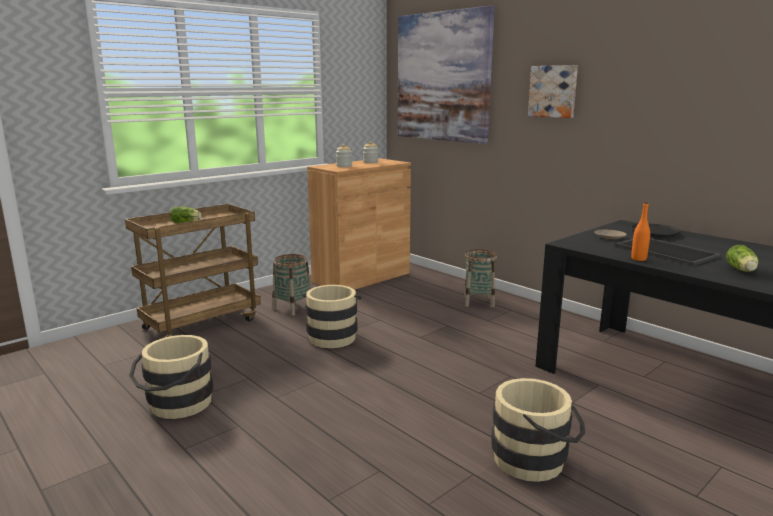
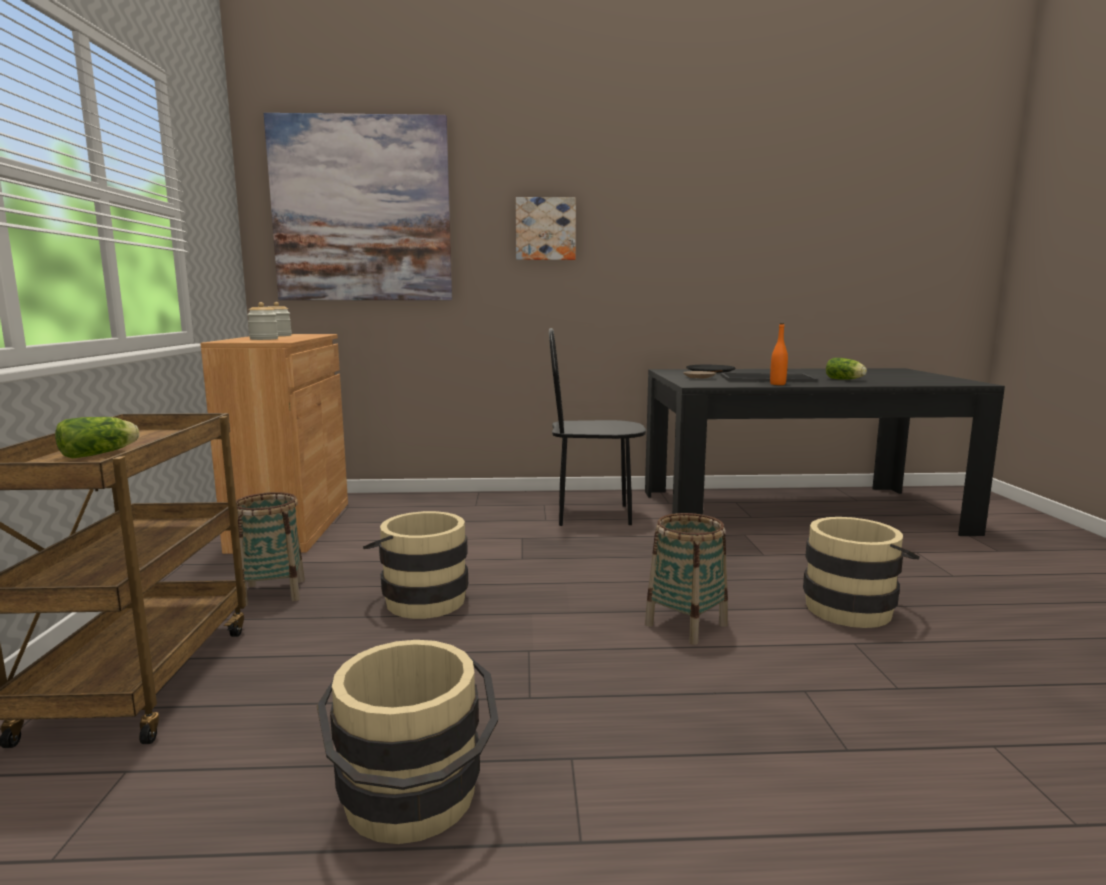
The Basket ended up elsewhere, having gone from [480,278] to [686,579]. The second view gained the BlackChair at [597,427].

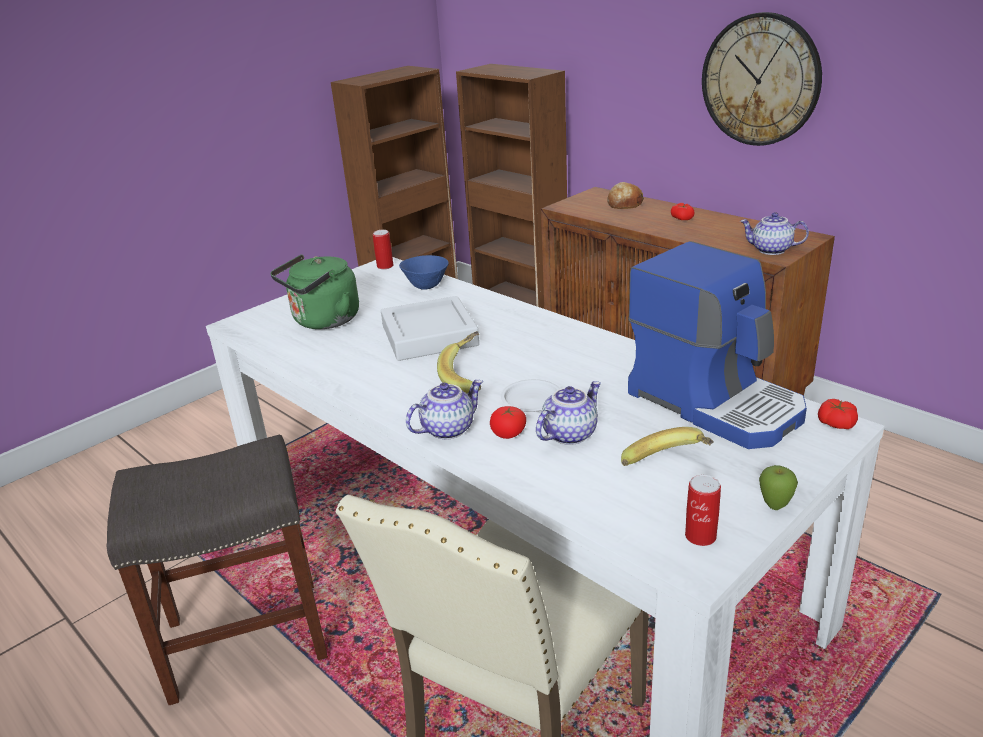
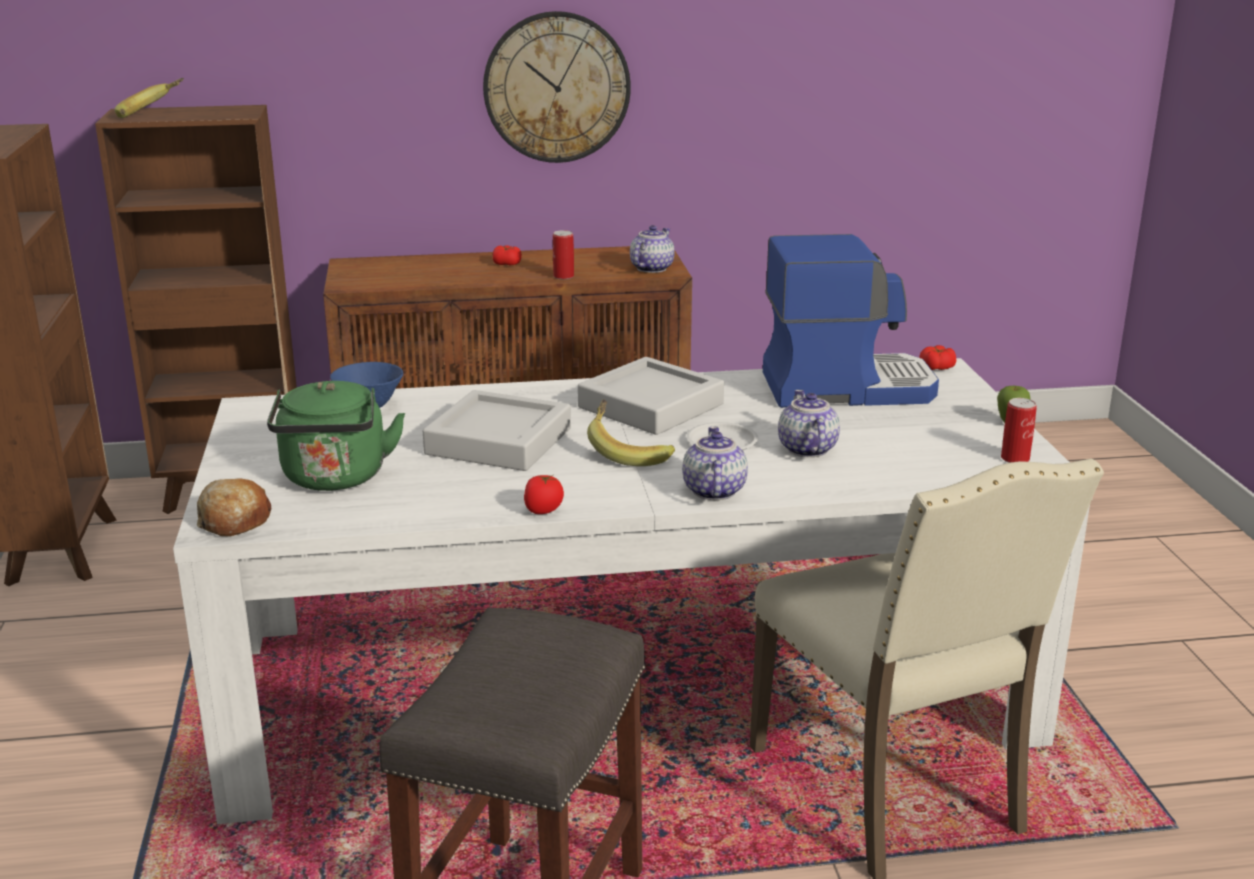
The Can ended up elsewhere, having gone from [383,249] to [563,254]. The Tomato ended up elsewhere, having gone from [508,422] to [544,494]. The Bread ended up elsewhere, having gone from [625,195] to [234,507]. The Banana ended up elsewhere, having gone from [667,446] to [149,98]. The Teapot at [774,233] ended up facing another way, 150 degrees clockwise from before. The second view gained the GreyTray at [651,396].

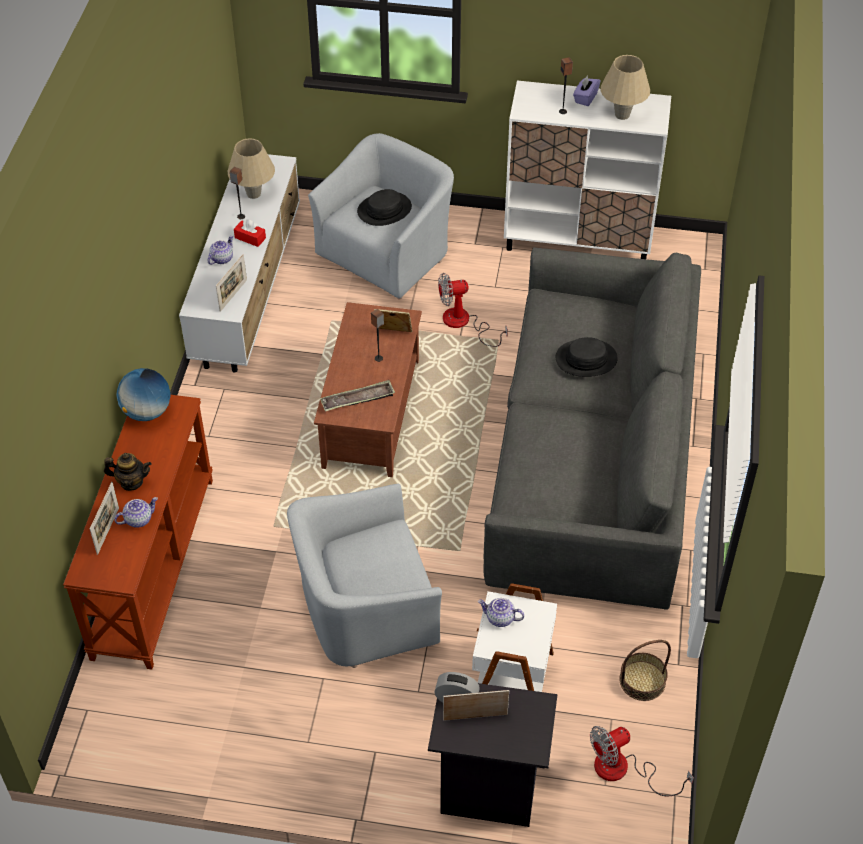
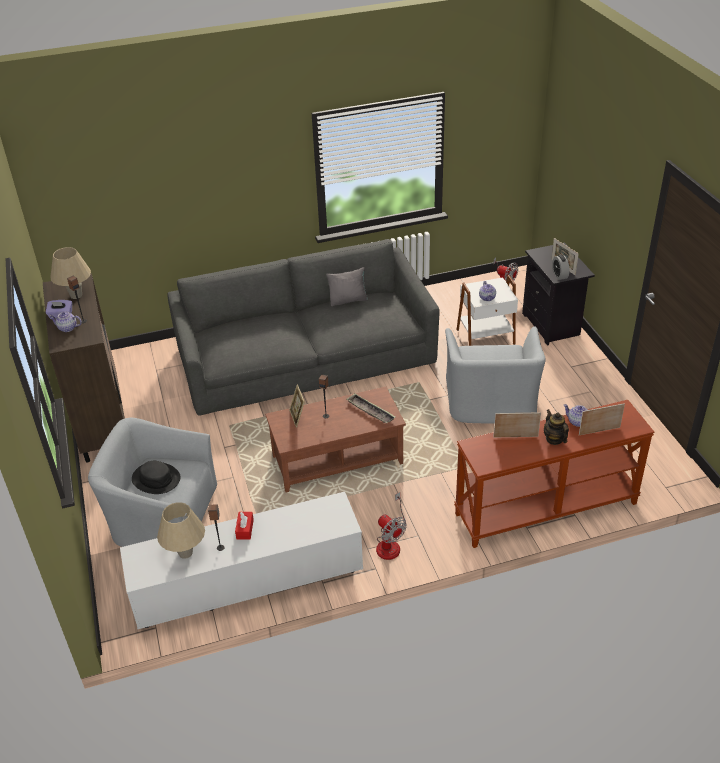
The second view lost the Globe at [143,394]. The Teapot ended up elsewhere, having gone from [220,250] to [65,322]. The PictureFrame ended up elsewhere, having gone from [231,283] to [517,424]. The GreyArmchair at [364,576] ended up facing another way, 45 degrees clockwise from before. The Fan ended up elsewhere, having gone from [473,310] to [391,526]. What was the WhiteCabinet at [587,169] turned into the BrownCabinet at [84,368]. The second view lost the BlackHat at [587,357]. The second view lost the Basket at [645,670]. The second view gained the GreyPillow at [347,286].

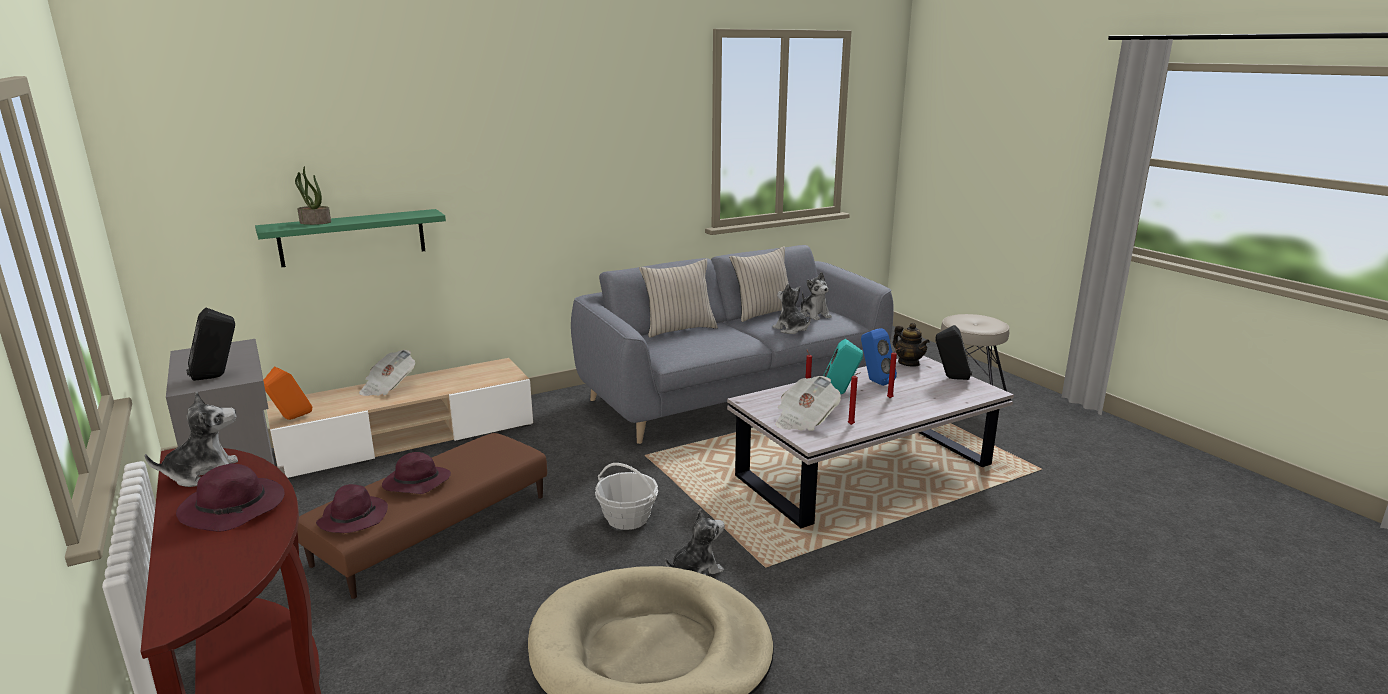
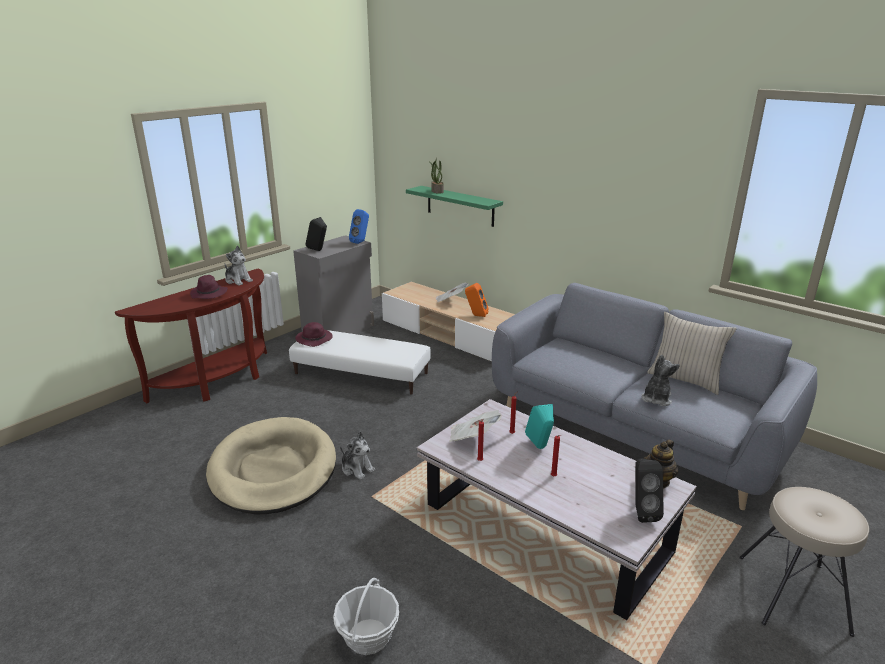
The OrangeSpeaker ended up elsewhere, having gone from [287,393] to [477,300]. What was the BrownOttoman at [422,516] turned into the WhiteOttoman at [360,362]. The second view lost the PurpleHat at [416,473]. The Basket ended up elsewhere, having gone from [626,496] to [366,616]. The second view lost the BeigePillow at [678,298]. The second view lost the PlushToy at [816,296]. The BlueSpeaker ended up elsewhere, having gone from [879,357] to [359,226].

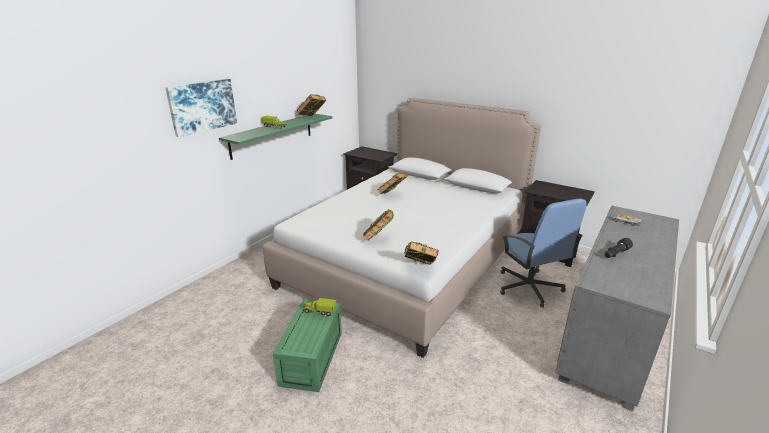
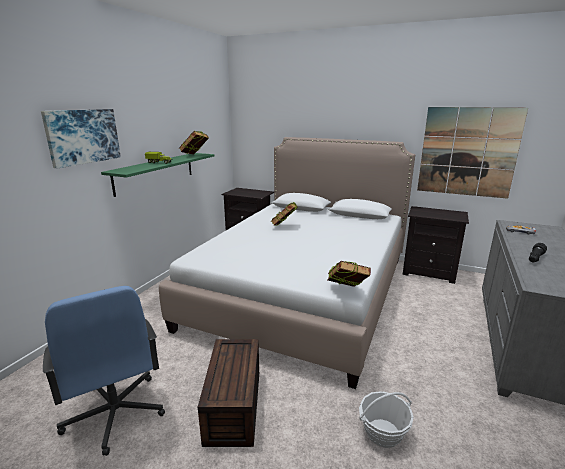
What was the GreenStorageBox at [307,346] turned into the BrownStorageBox at [228,393]. The second view lost the ToyTruck at [320,307]. The second view lost the Book at [378,224]. The BlueOfficeChair ended up elsewhere, having gone from [543,253] to [104,371]. The second view gained the Basket at [386,419]. The second view gained the Picture at [472,153].

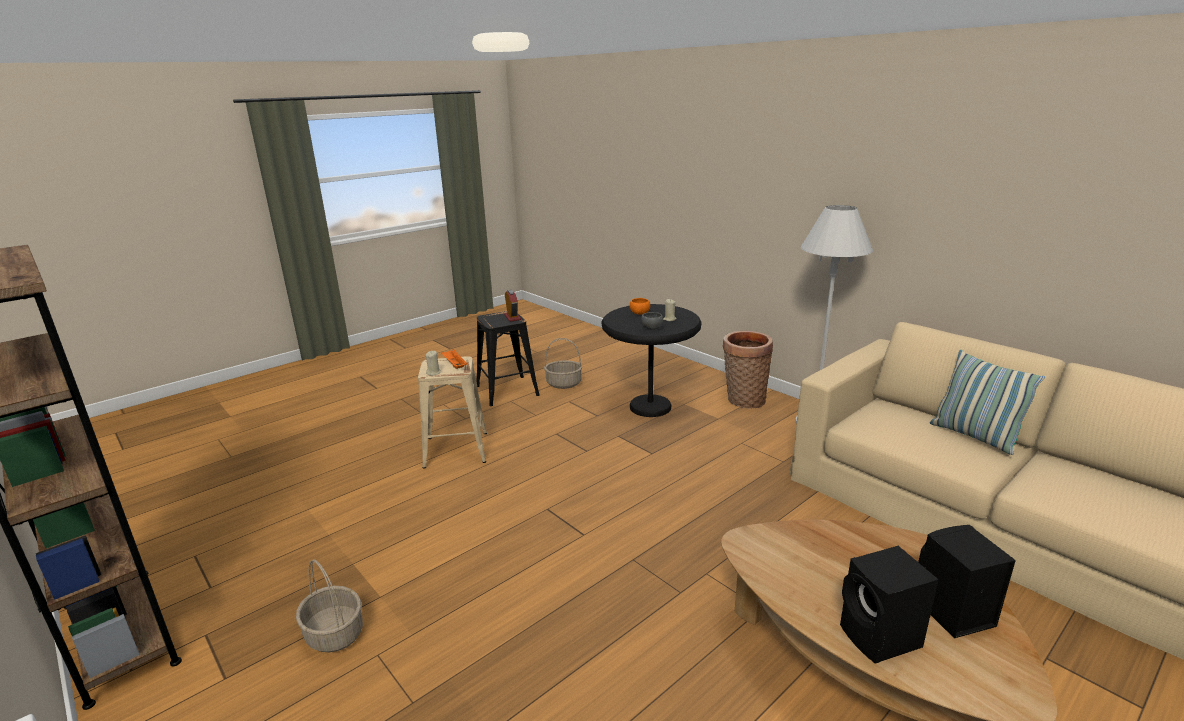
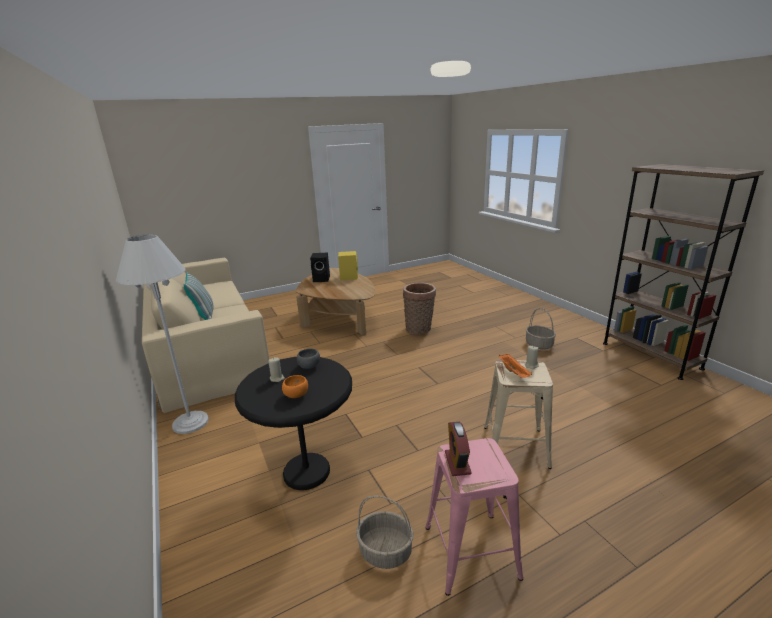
What was the BlackStool at [508,358] turned into the PinkStool at [474,517]. The Basket ended up elsewhere, having gone from [748,370] to [419,309]. What was the BlackSpeaker at [889,605] turned into the YellowSpeaker at [348,265].

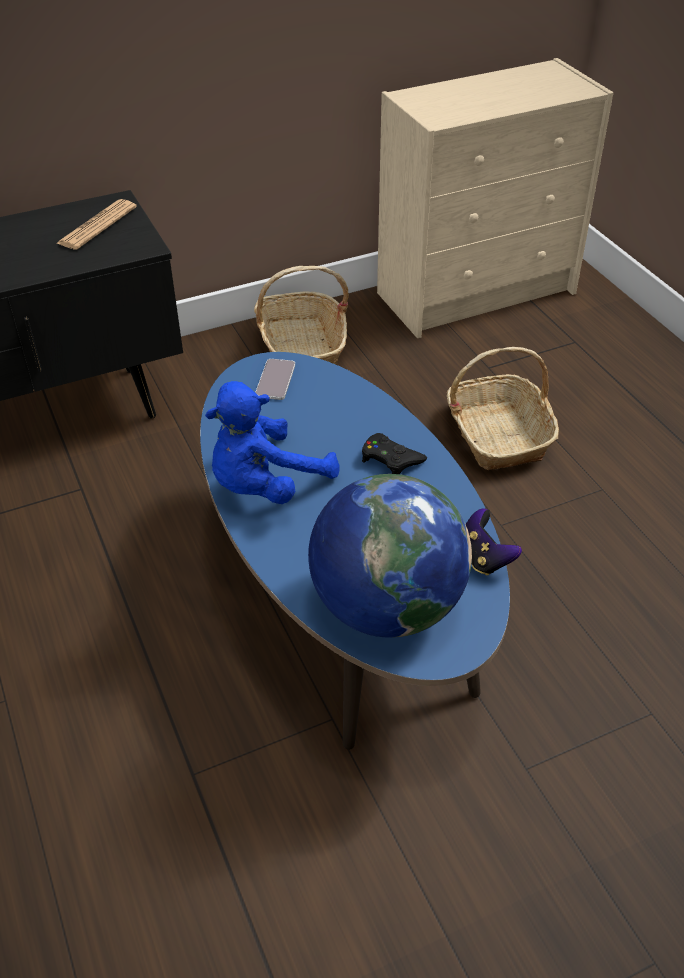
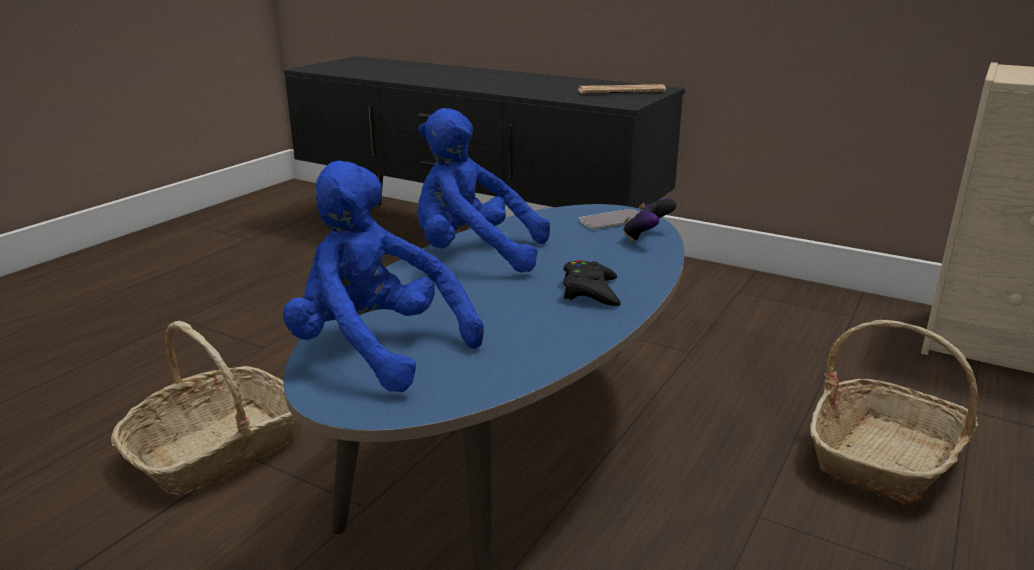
The Basket ended up elsewhere, having gone from [301,315] to [204,408]. Where the Globe stood at [390,556], the BluePlushToy came to stand at [383,276]. The GameController ended up elsewhere, having gone from [494,542] to [649,220].

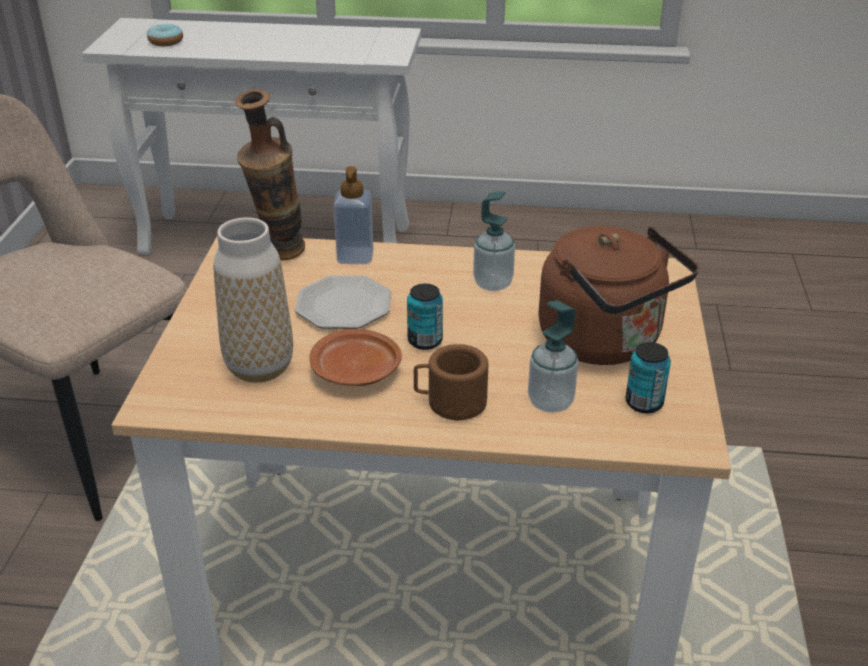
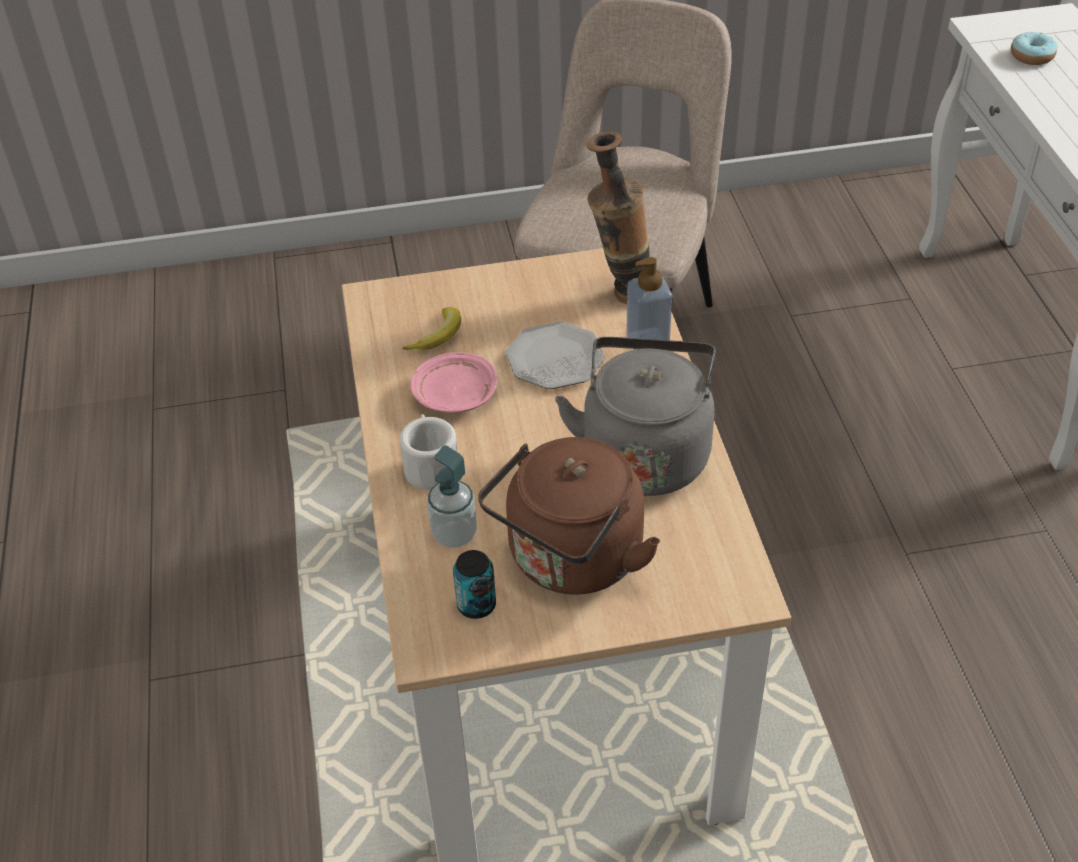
Where the Vase stood at [253,300], the Banana came to stand at [431,328]. What was the BrownPlate at [355,357] turned into the PinkPlate at [453,382]. The second view lost the Can at [425,317]. What was the BrownMug at [451,382] turned into the WhiteMug at [428,452]. Where the SoapDispenser stood at [494,241], the GreyKettle came to stand at [635,416].

